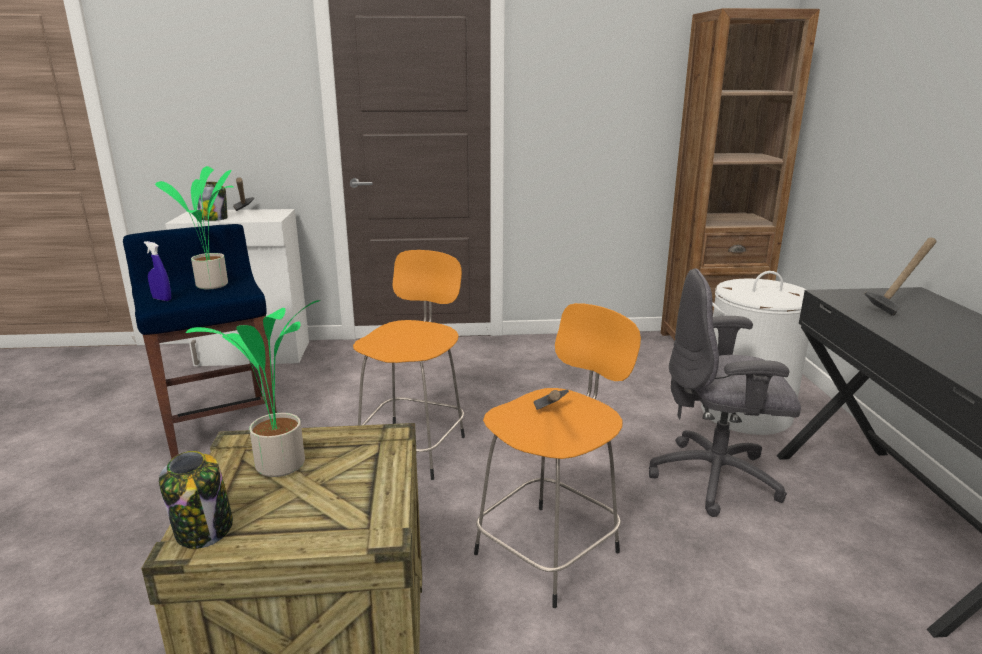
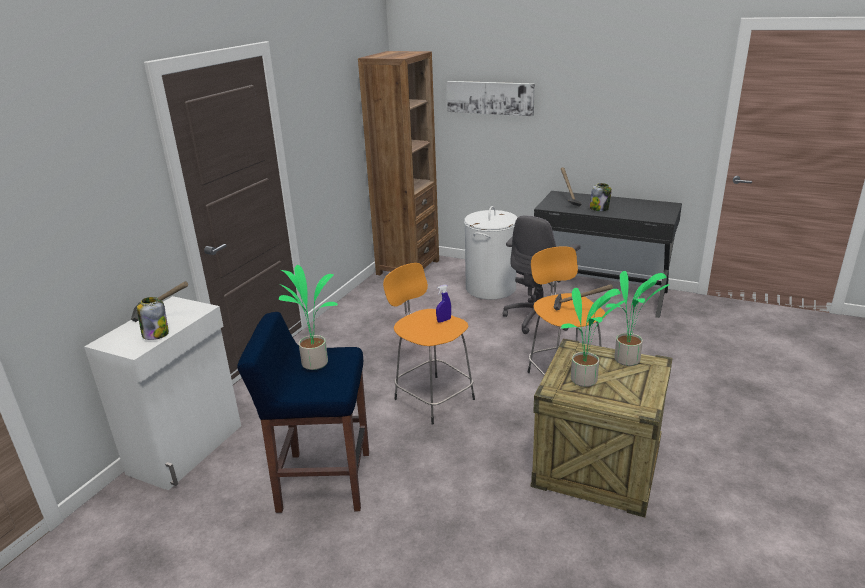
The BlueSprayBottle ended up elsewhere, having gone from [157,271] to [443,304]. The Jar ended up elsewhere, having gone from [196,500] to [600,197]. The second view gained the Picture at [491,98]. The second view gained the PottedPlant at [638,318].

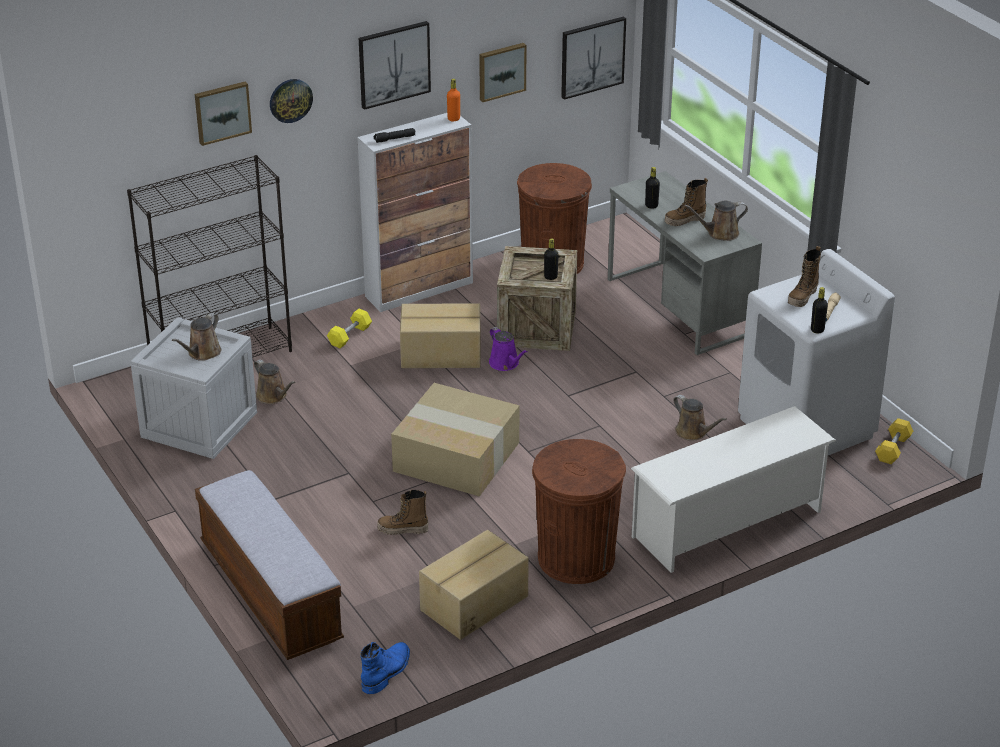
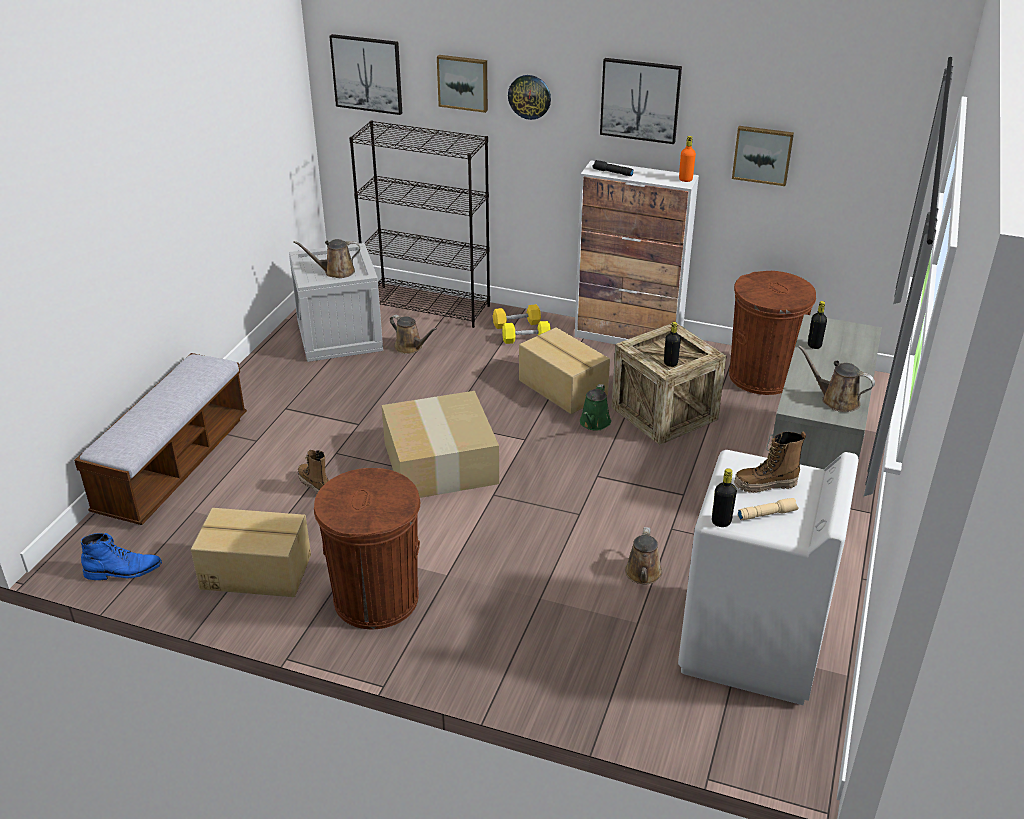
The BrownWateringCan at [275,381] ended up facing another way, 60 degrees counterclockwise from before. What was the PurpleWateringCan at [508,349] turned into the GreenWateringCan at [595,407]. The Picture ended up elsewhere, having gone from [593,58] to [365,74]. The second view lost the WhiteShoeRack at [733,489]. The second view lost the Boot at [686,202]. The YellowDumbbell ended up elsewhere, having gone from [894,441] to [517,316].

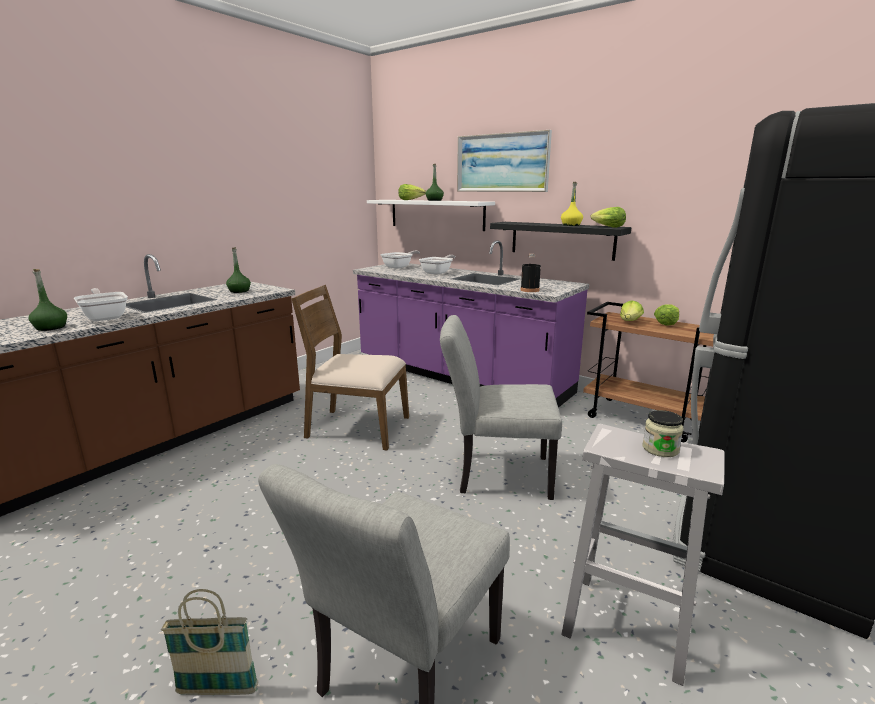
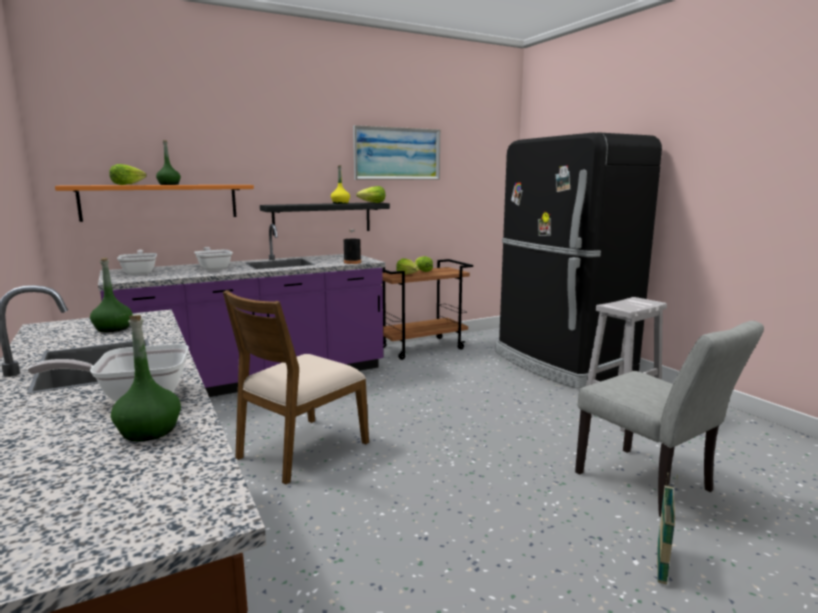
What was the WhiteShelf at [431,215] turned into the OrangeShelf at [154,203]. The second view lost the GreyChair at [501,407]. The Picture ended up elsewhere, having gone from [504,161] to [396,152]. The second view lost the Jar at [662,433].

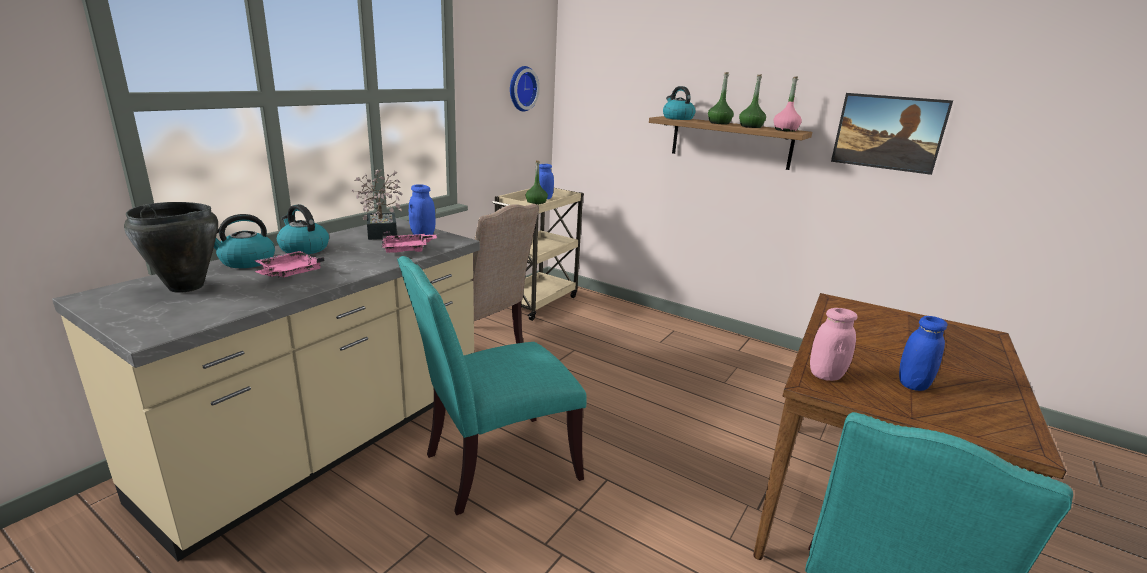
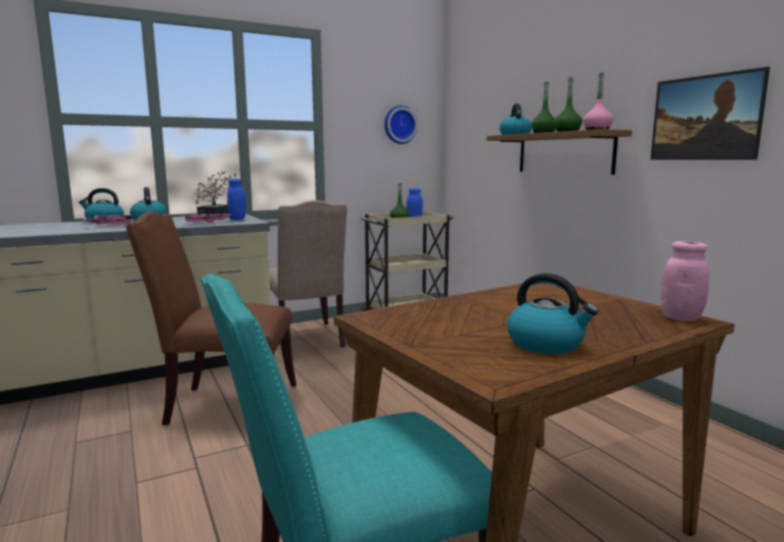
The second view lost the BlackCookingPot at [171,247]. What was the TurquoiseChair at [492,385] turned into the BrownChair at [211,318]. The PinkJar ended up elsewhere, having gone from [834,344] to [685,281]. The second view lost the BlueJar at [923,353]. The second view gained the Kettle at [552,313].

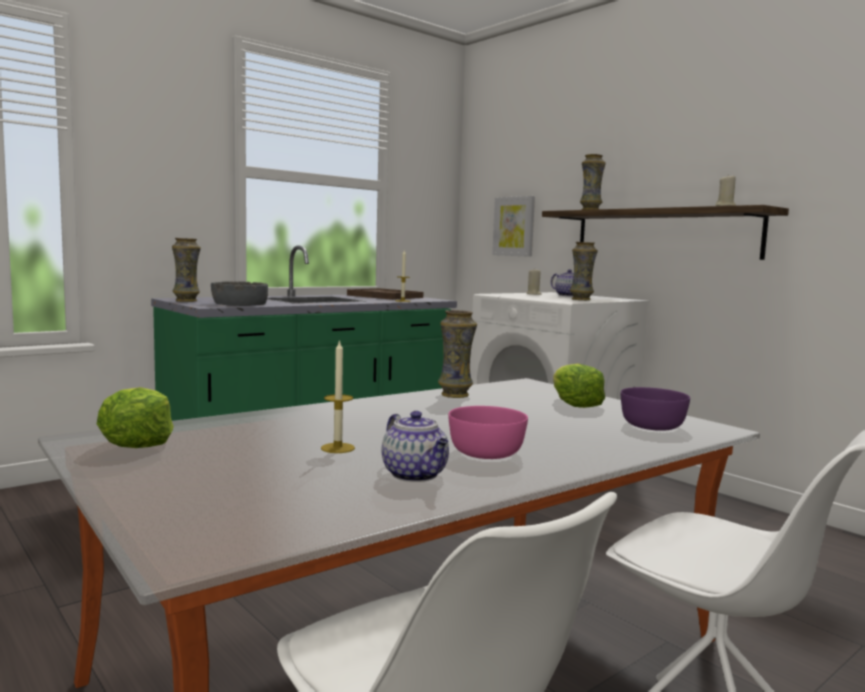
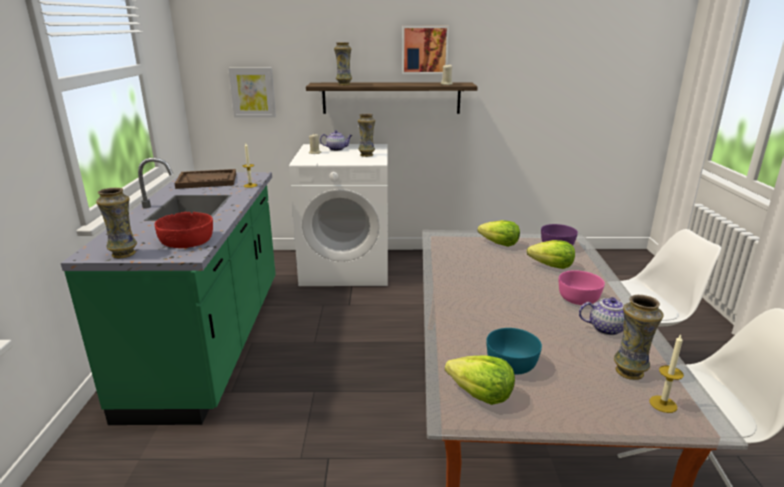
What was the GreyBowl at [239,293] turned into the RedBowl at [183,230]. The Candle ended up elsewhere, having gone from [338,396] to [666,374]. The Vase ended up elsewhere, having gone from [457,354] to [639,337]. The second view gained the Picture at [425,50]. The second view gained the TurquoiseBowl at [514,351]. The second view gained the Lettuce at [551,254].

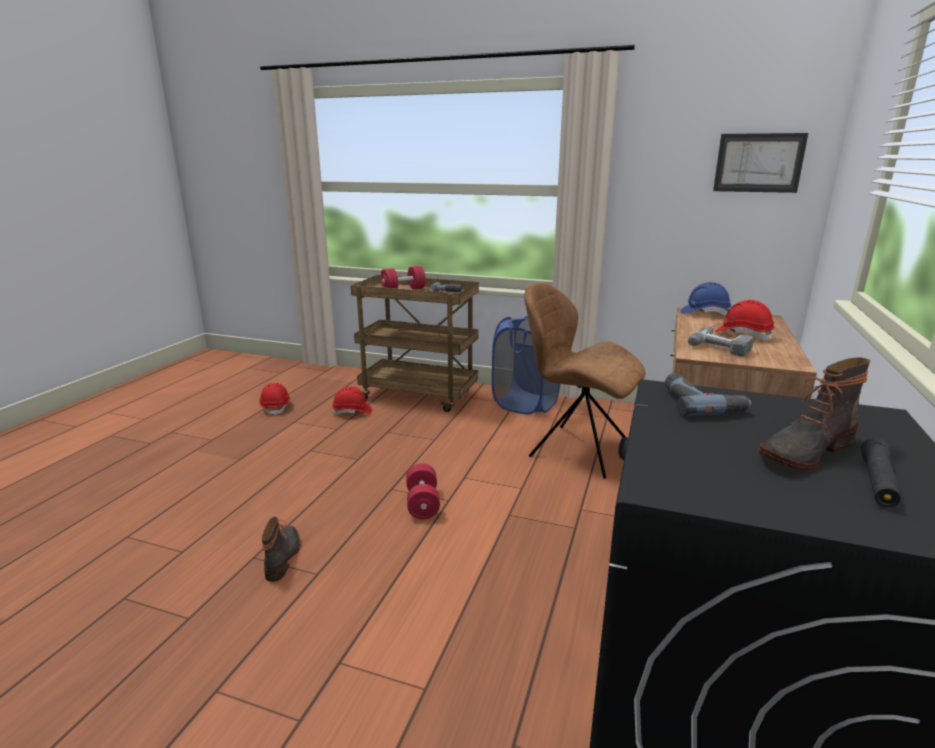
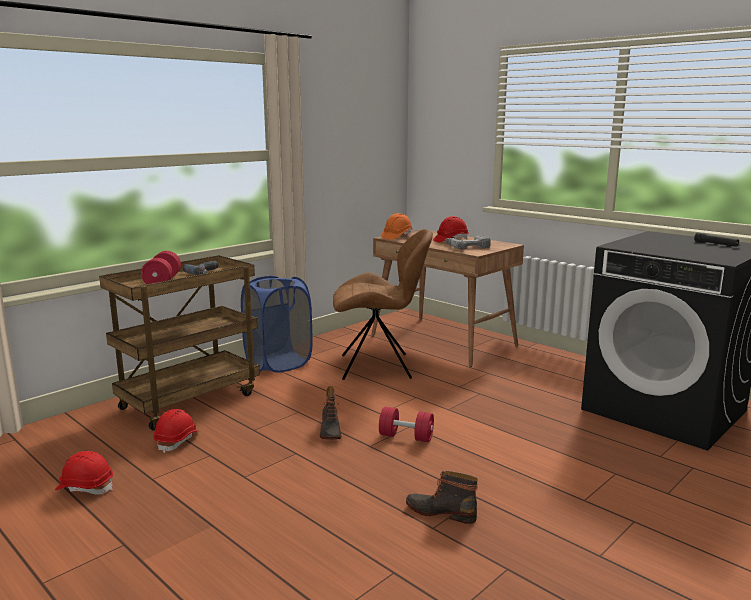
The BrownChair at [585,381] ended up facing another way, 150 degrees counterclockwise from before. The second view lost the PowerDrill at [708,394]. What was the BlueHardHat at [705,299] turned into the OrangeHardHat at [397,226]. The second view lost the Picture at [760,163]. The Boot ended up elsewhere, having gone from [814,414] to [331,413].

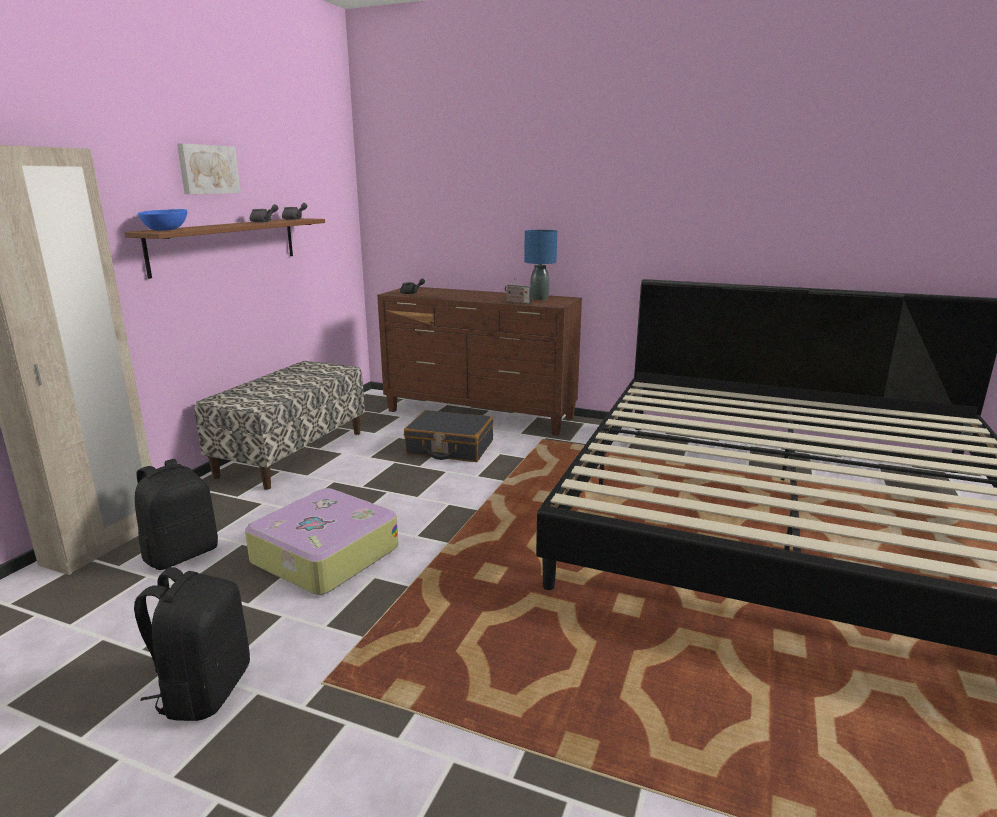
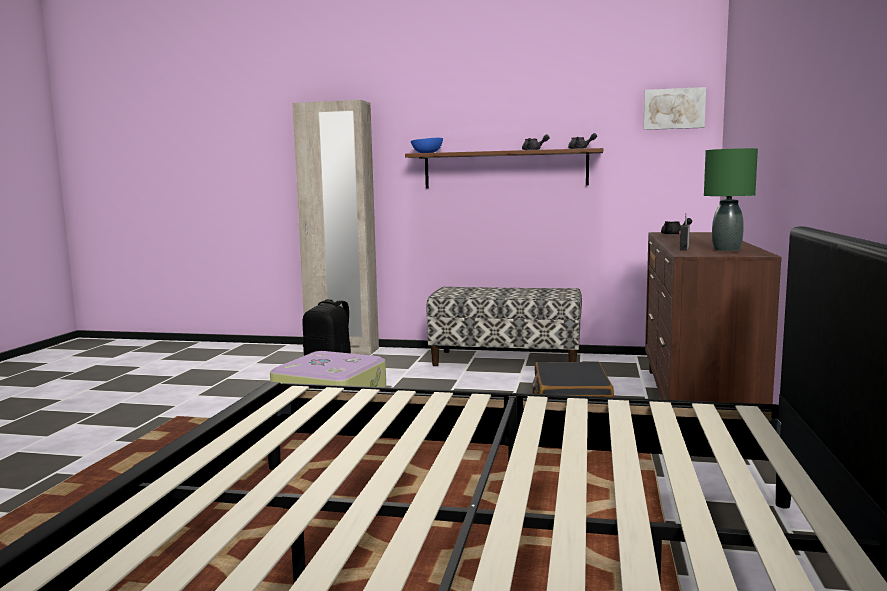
The second view lost the BlackBackpack at [192,644]. The Picture ended up elsewhere, having gone from [209,168] to [674,108]. What was the BlueTableLamp at [540,265] turned into the GreenTableLamp at [731,199].

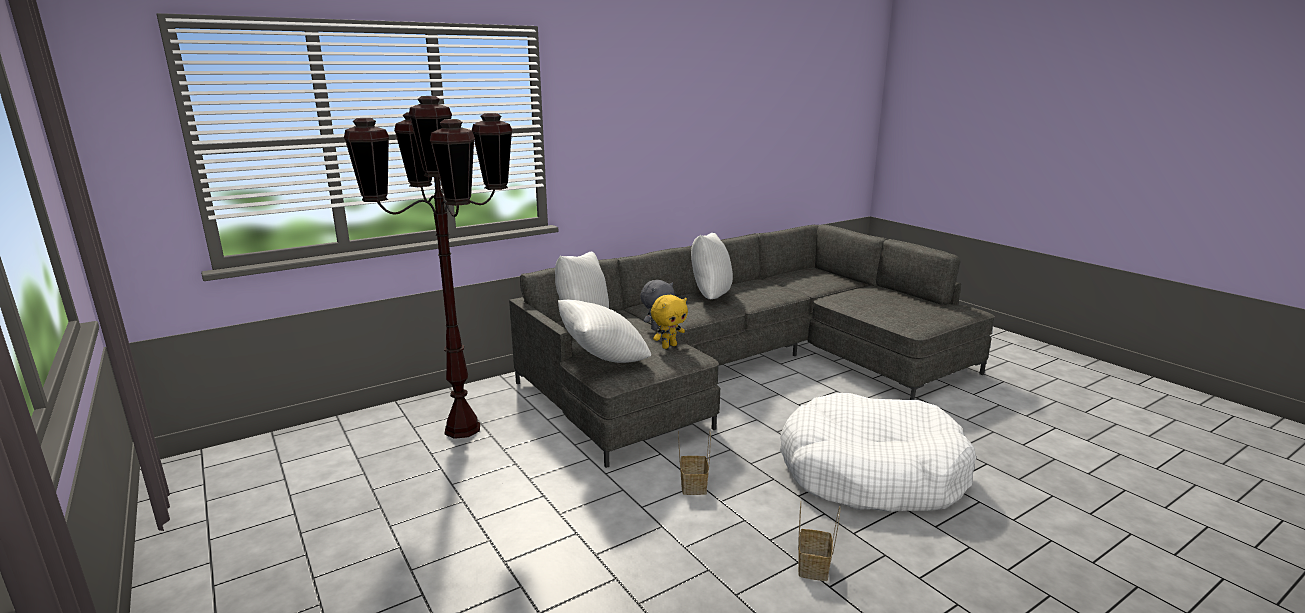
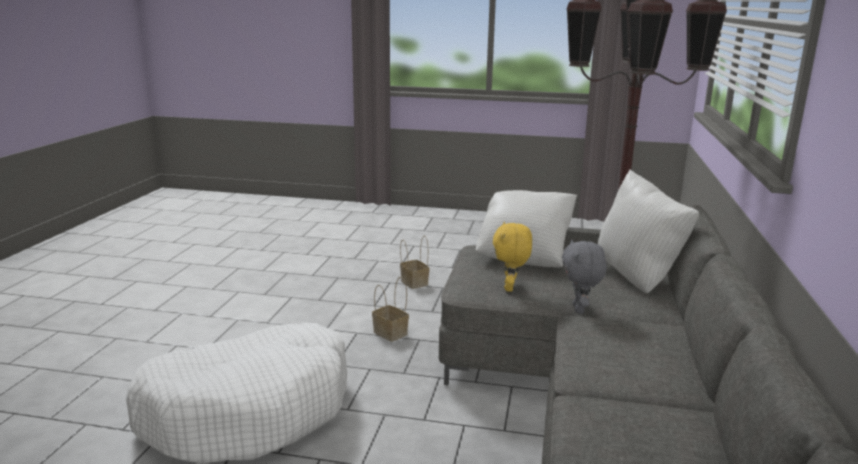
The second view lost the WhitePillow at [712,266]. The Basket ended up elsewhere, having gone from [819,541] to [414,262].

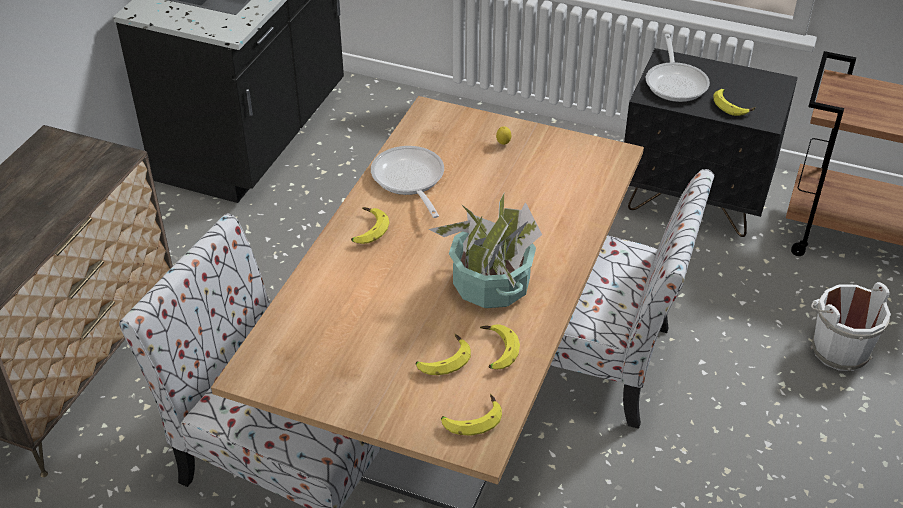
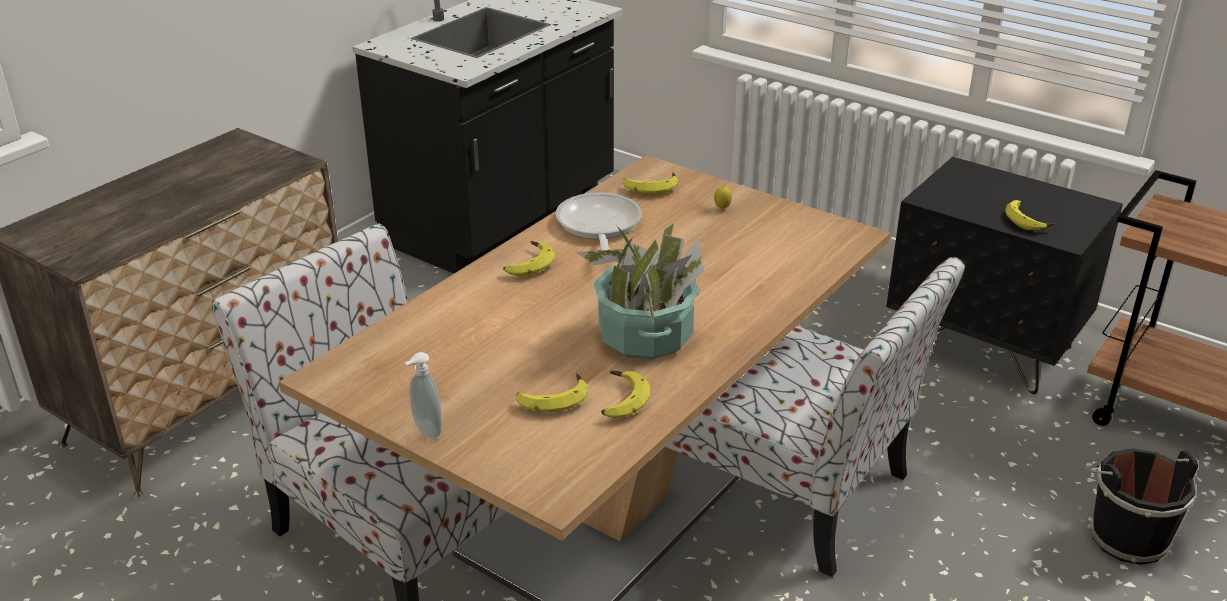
The Banana ended up elsewhere, having gone from [471,415] to [650,184]. The second view lost the FryingPan at [678,68]. What was the WhiteBucket at [850,326] turned into the BlackBucket at [1142,506]. The second view gained the SoapDispenser at [423,395].

